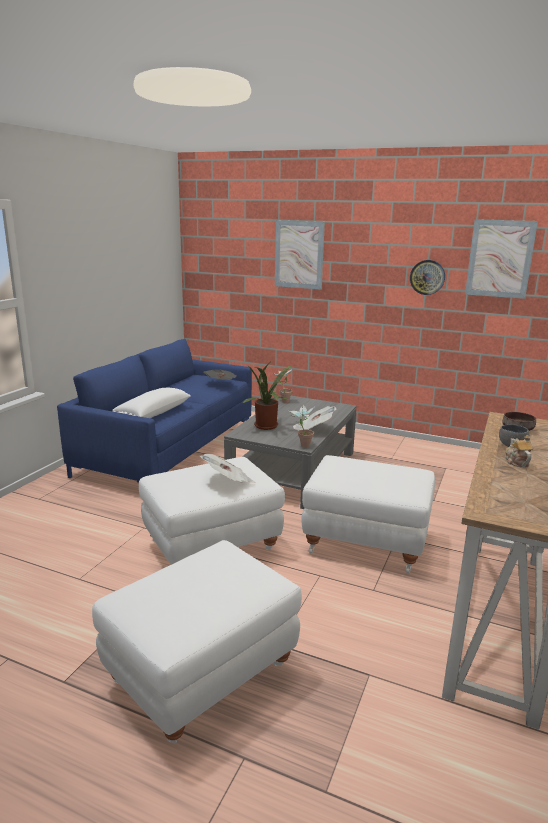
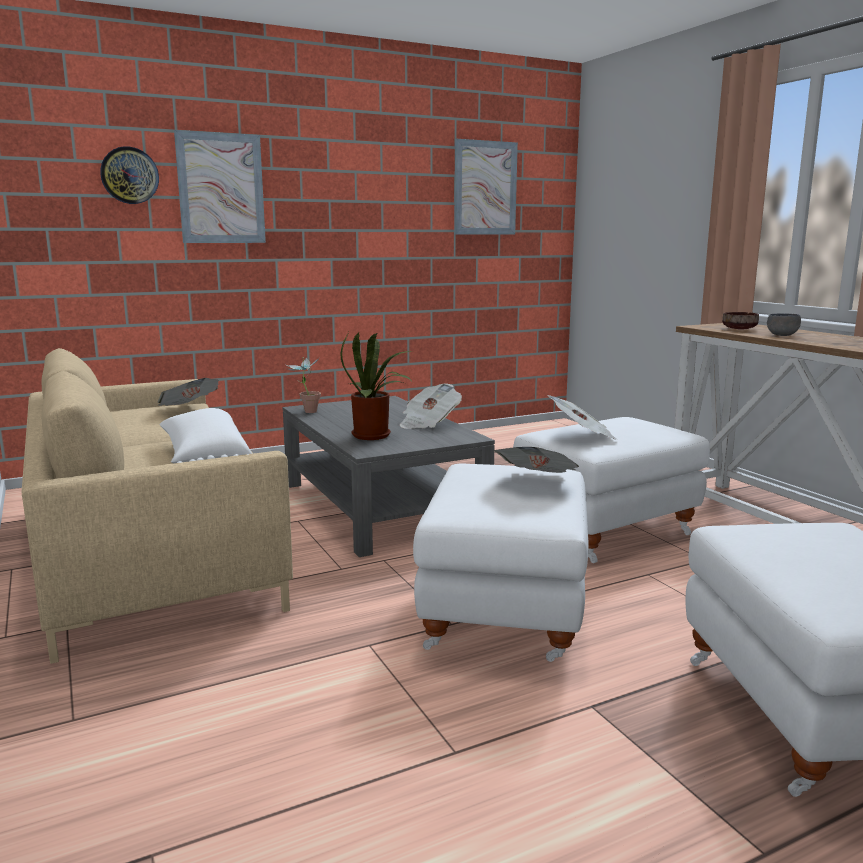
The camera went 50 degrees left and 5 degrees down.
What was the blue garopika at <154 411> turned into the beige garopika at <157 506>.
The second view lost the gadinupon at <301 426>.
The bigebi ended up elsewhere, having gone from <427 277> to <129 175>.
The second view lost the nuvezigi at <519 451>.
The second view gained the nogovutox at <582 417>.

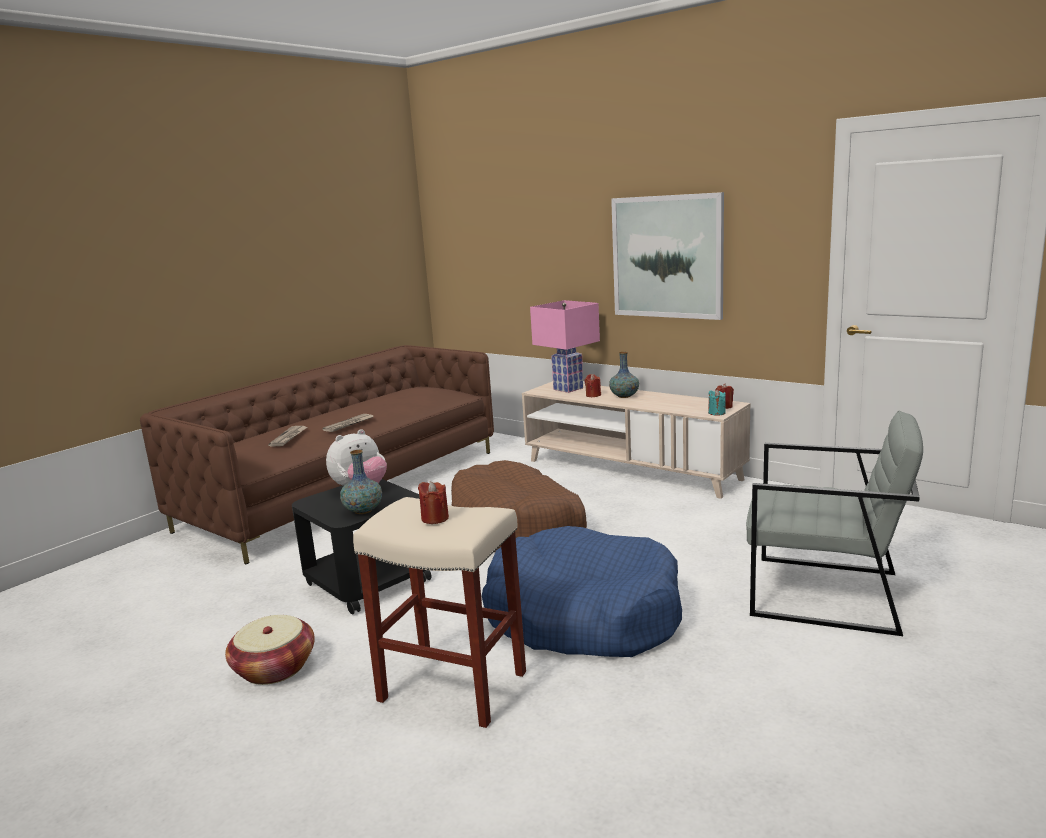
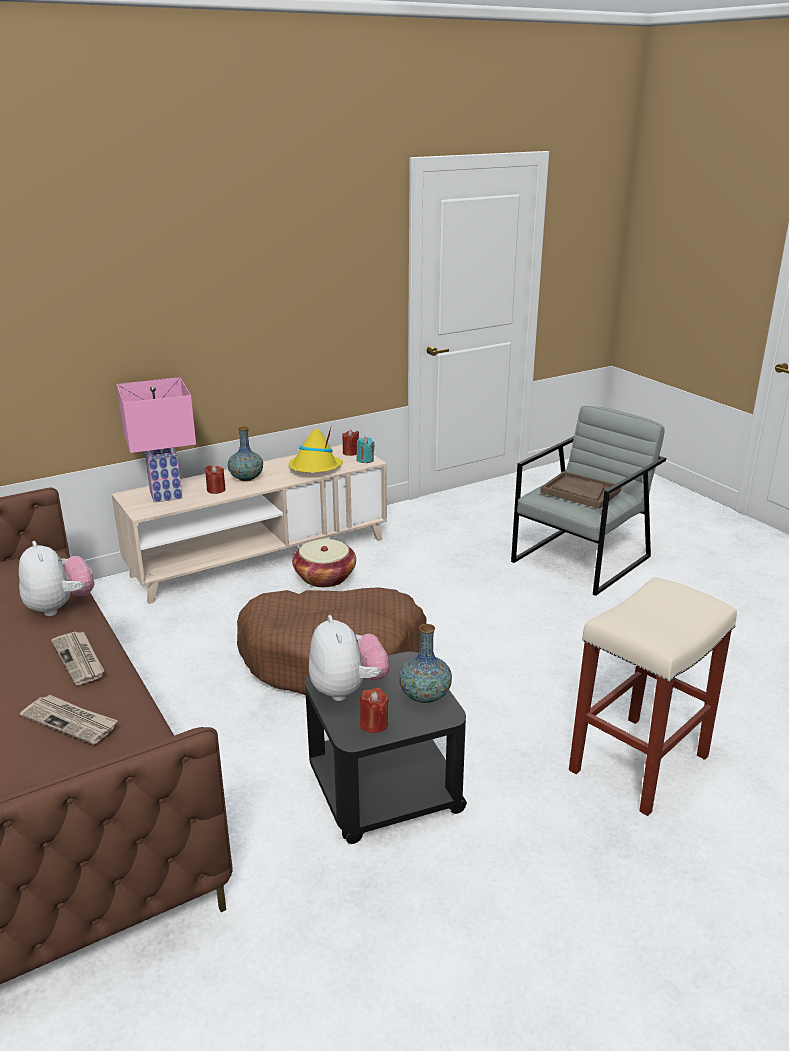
The camera went 70 degrees left and 10 degrees up.
The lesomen ended up elsewhere, having gone from <270 650> to <324 563>.
The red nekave ended up elsewhere, having gone from <433 502> to <374 710>.
The second view lost the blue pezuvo at <582 591>.
The second view lost the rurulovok at <667 256>.
The second view gained the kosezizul at <56 578>.
The second view gained the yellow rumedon at <315 450>.
The second view gained the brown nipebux at <580 490>.

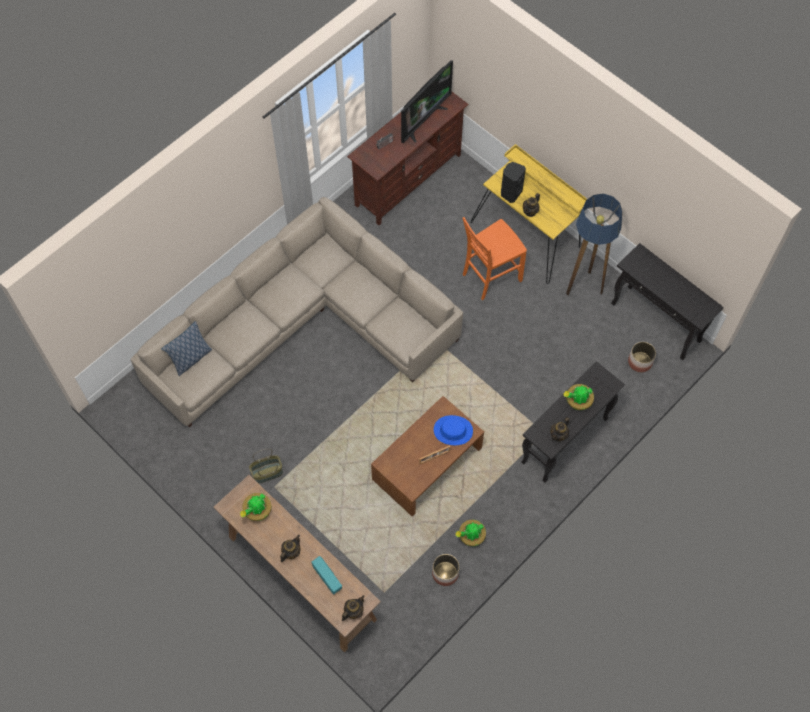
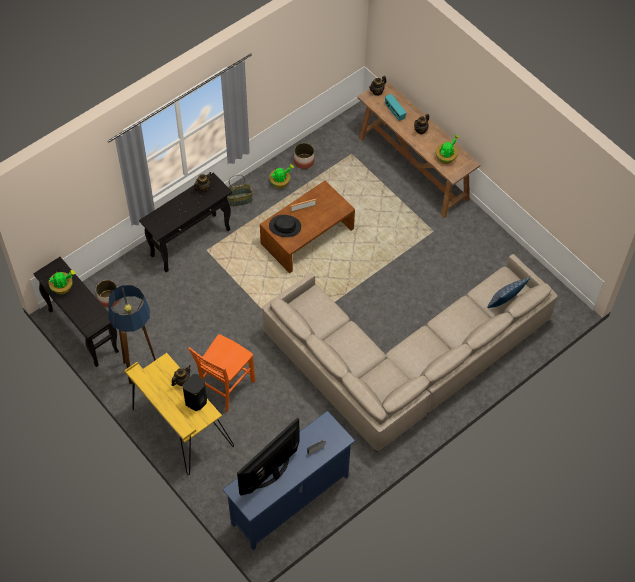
The camera went 175 degrees left and 5 degrees down.
The lesomen ended up elsewhere, having gone from <266 466> to <240 191>.
What was the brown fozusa at <408 158> turned into the blue fozusa at <288 480>.
What was the blue rumedon at <453 430> turned into the black rumedon at <285 226>.
The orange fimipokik at <495 258> ended up facing another way, 150 degrees clockwise from before.
The gadinupon ended up elsewhere, having gone from <578 397> to <62 282>.

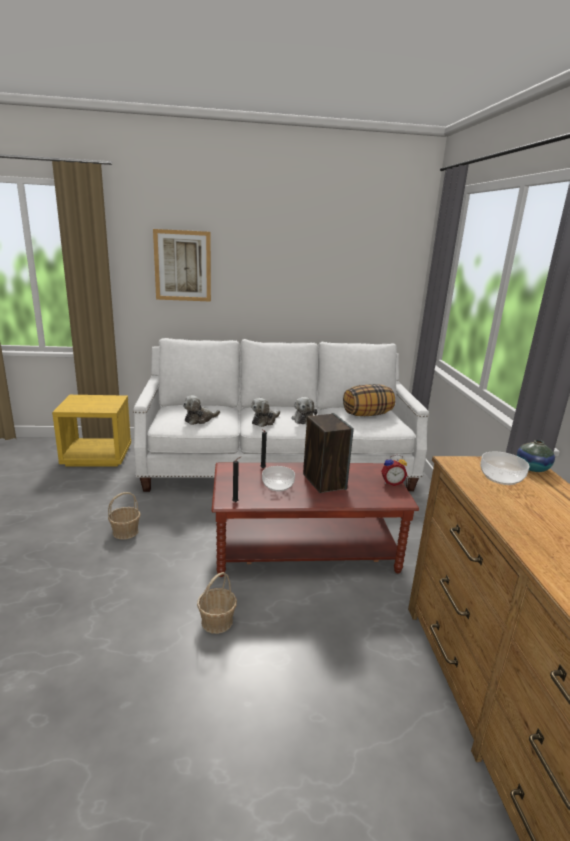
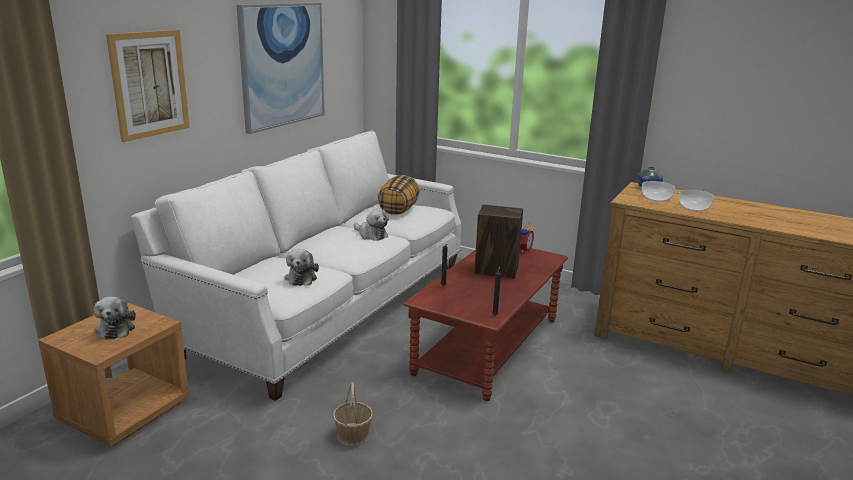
The camera went 55 degrees left and 0 degrees up.
What was the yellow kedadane at <91 431> turned into the brown kedadane at <114 374>.
The second view lost the lesomen at <217 603>.
The kosezizul ended up elsewhere, having gone from <265 412> to <115 318>.
The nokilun ended up elsewhere, having gone from <278 479> to <696 201>.
The second view gained the rurulovok at <280 68>.

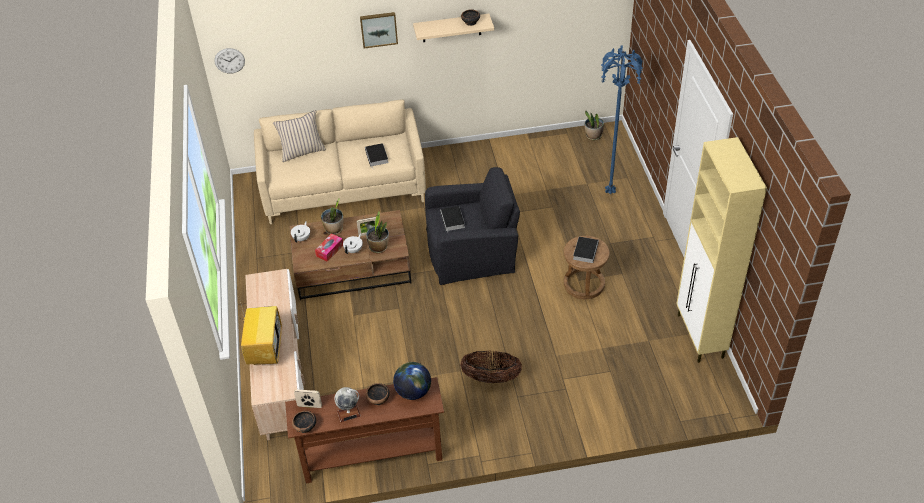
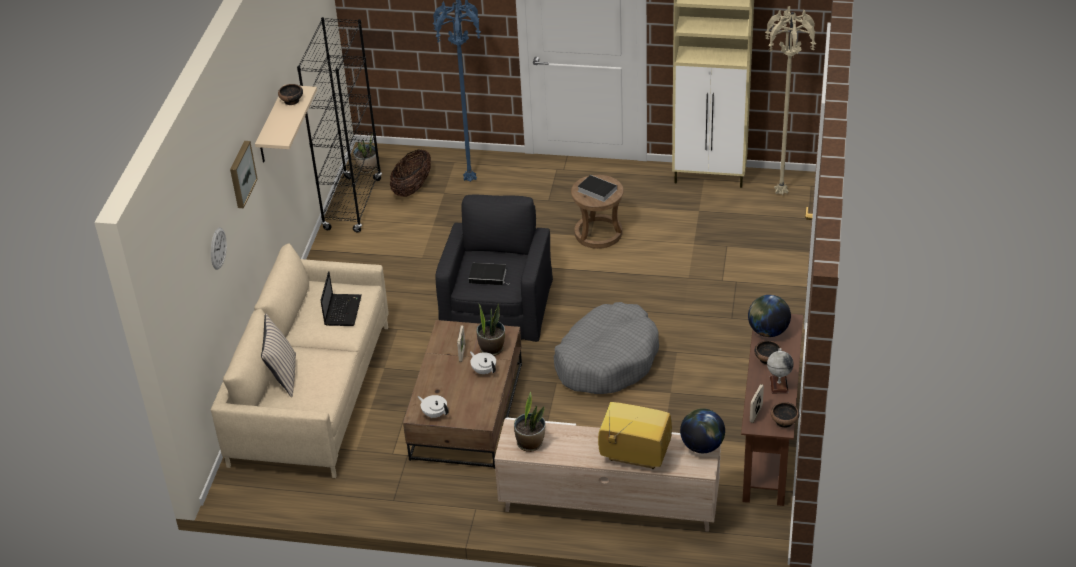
The camera went 70 degrees left and 5 degrees down.
The bigebi ended up elsewhere, having gone from <229 61> to <219 249>.
The second view lost the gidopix at <329 247>.
The gadinupon ended up elsewhere, having gone from <332 216> to <530 422>.
Where the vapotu stood at <376 155>, the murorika came to stand at <341 298>.
The lesomen ended up elsewhere, having gone from <491 366> to <410 173>.
The second view gained the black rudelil at <339 125>.
The second view gained the grey pezuvo at <606 348>.
The second view gained the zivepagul at <702 430>.
The second view gained the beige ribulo at <790 101>.

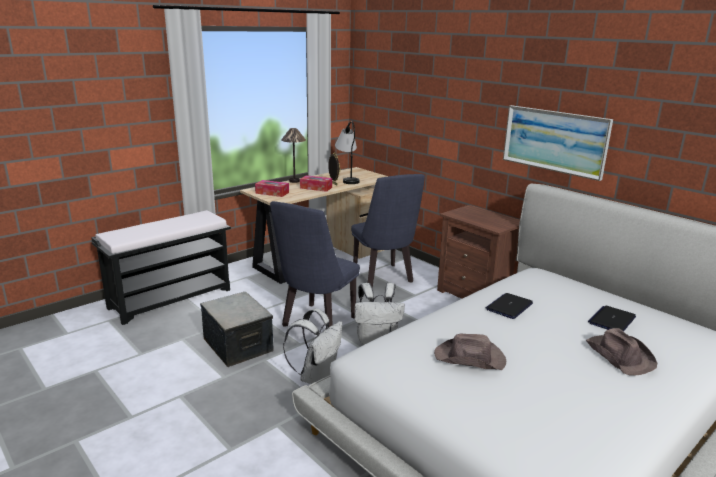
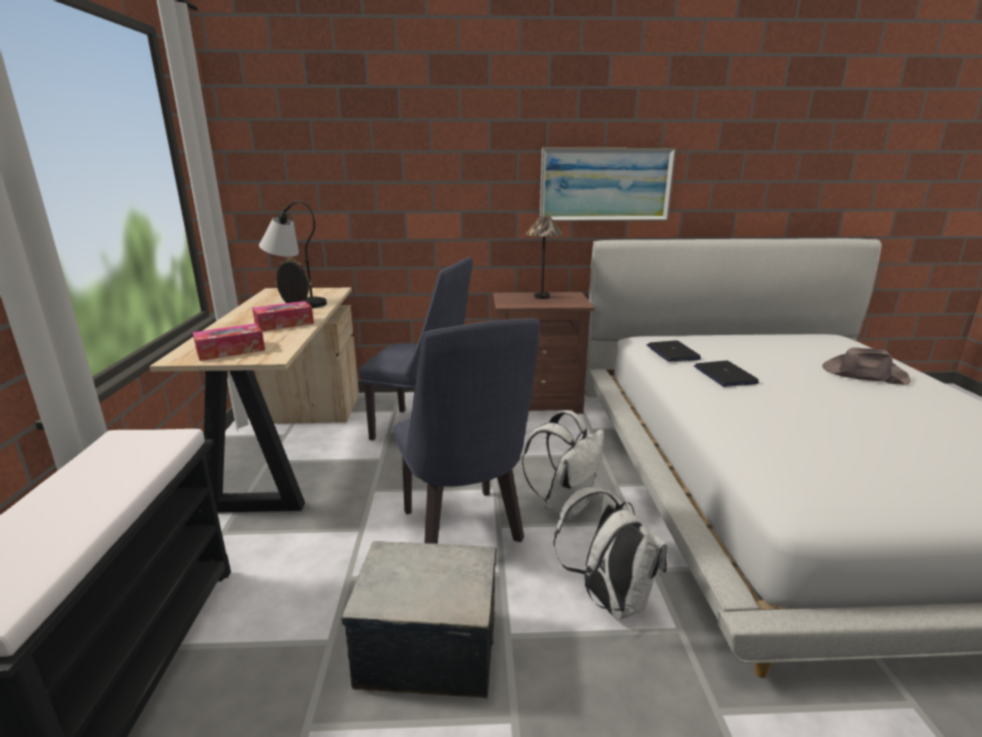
The camera went 50 degrees left and 0 degrees up.
The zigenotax ended up elsewhere, having gone from <293 155> to <544 257>.
The second view lost the brown rumedon at <470 352>.
The murorika ended up elsewhere, having gone from <612 319> to <674 351>.

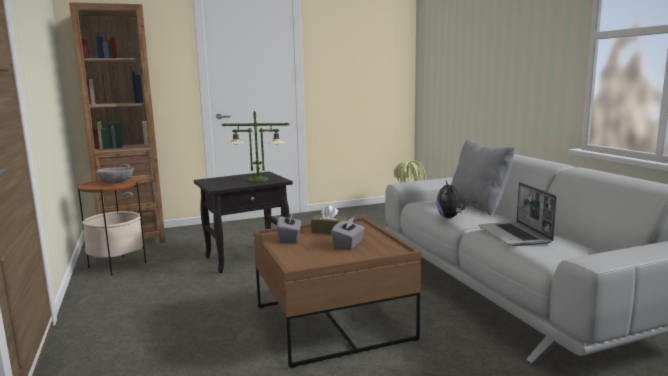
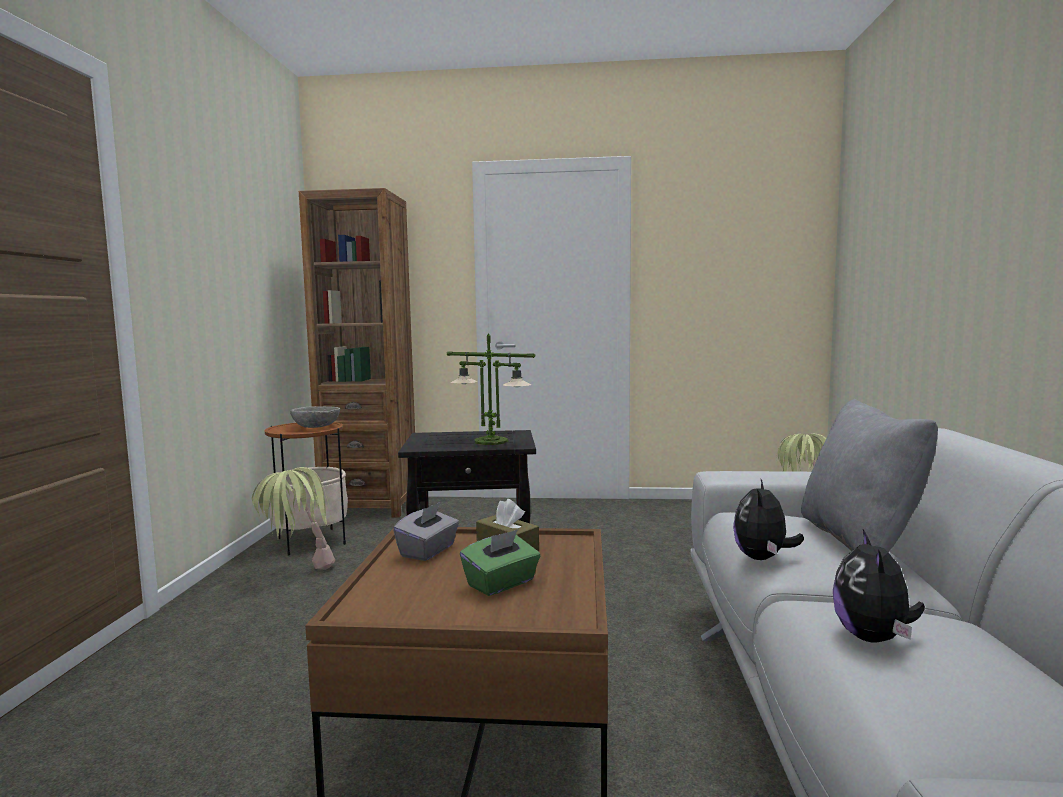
The camera went 25 degrees right and 5 degrees down.
What was the grey gidopix at <348 233> turned into the green gidopix at <500 562>.
Where the murorika stood at <517 214>, the kosezizul came to stand at <879 586>.
The second view gained the gadinupon at <293 518>.

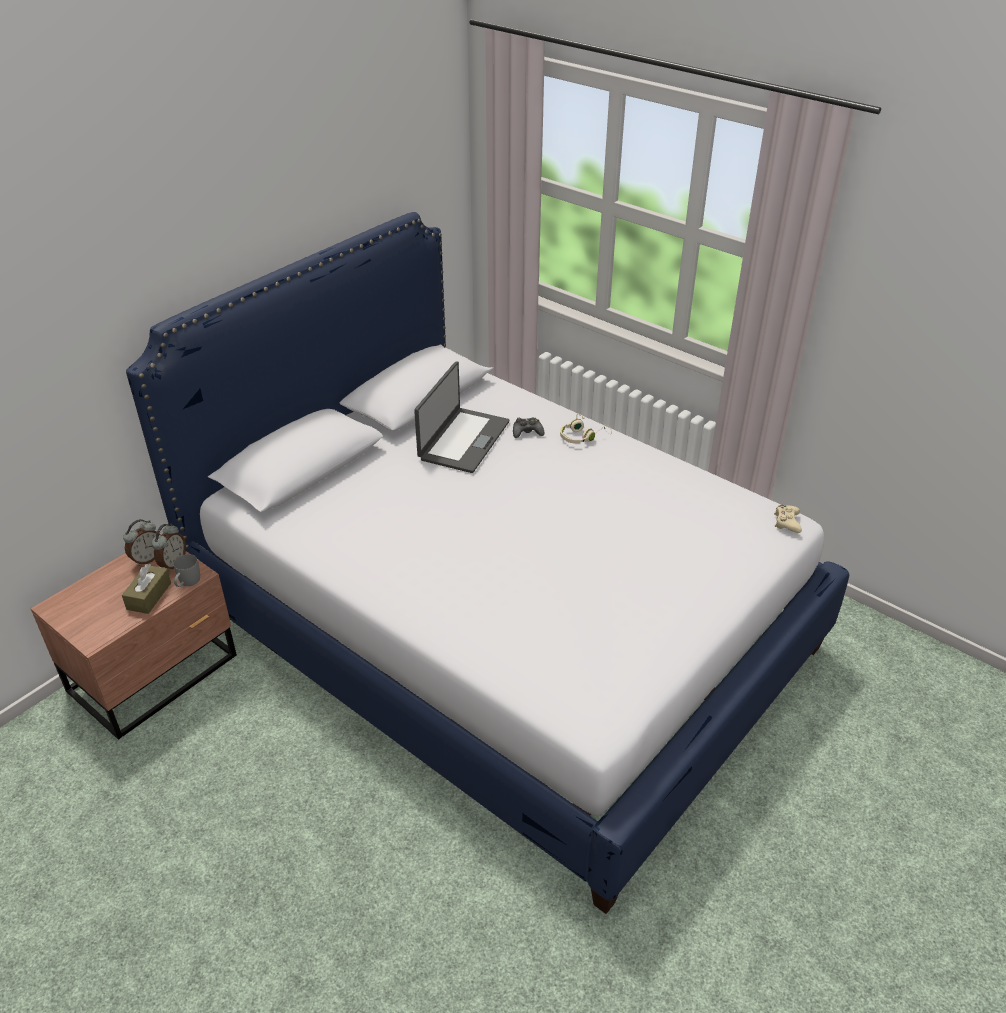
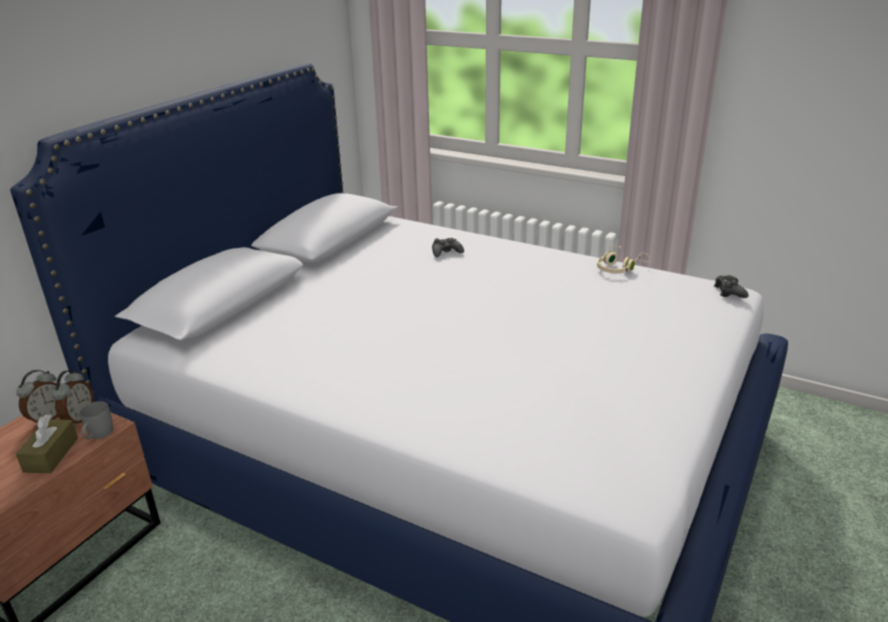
The camera went 10 degrees left and 10 degrees down.
The second view lost the murorika at <461 417>.
The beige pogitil ended up elsewhere, having gone from <586 429> to <623 259>.
What was the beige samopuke at <788 519> turned into the black samopuke at <731 286>.

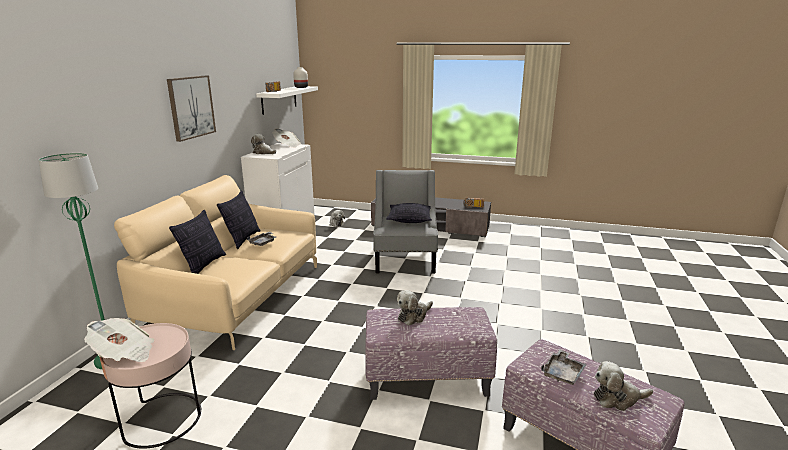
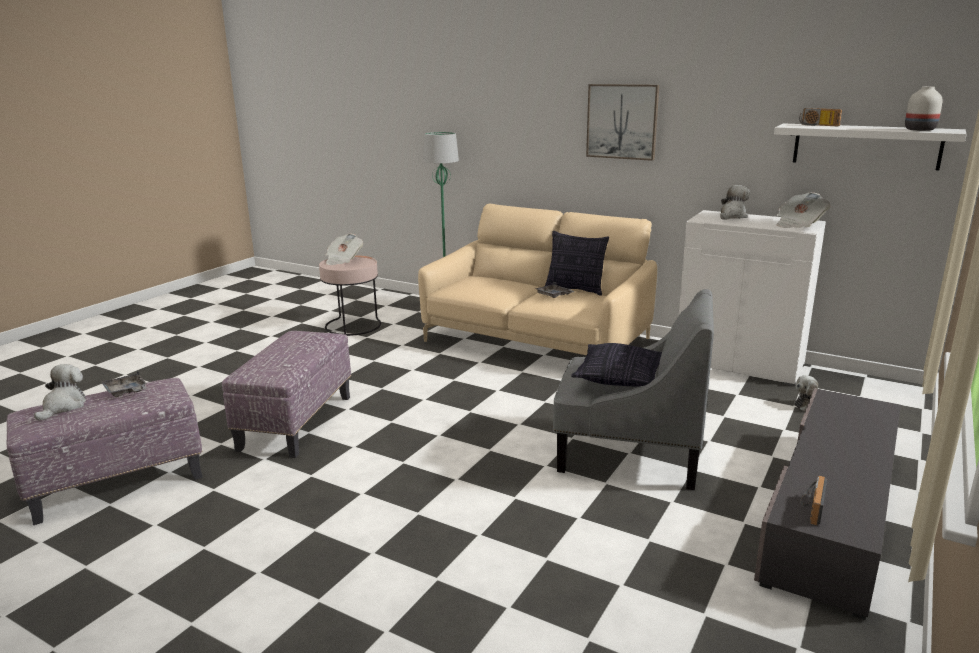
The camera went 105 degrees right and 0 degrees up.
The second view lost the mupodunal at <197 242>.
The second view lost the kosezizul at <415 307>.

